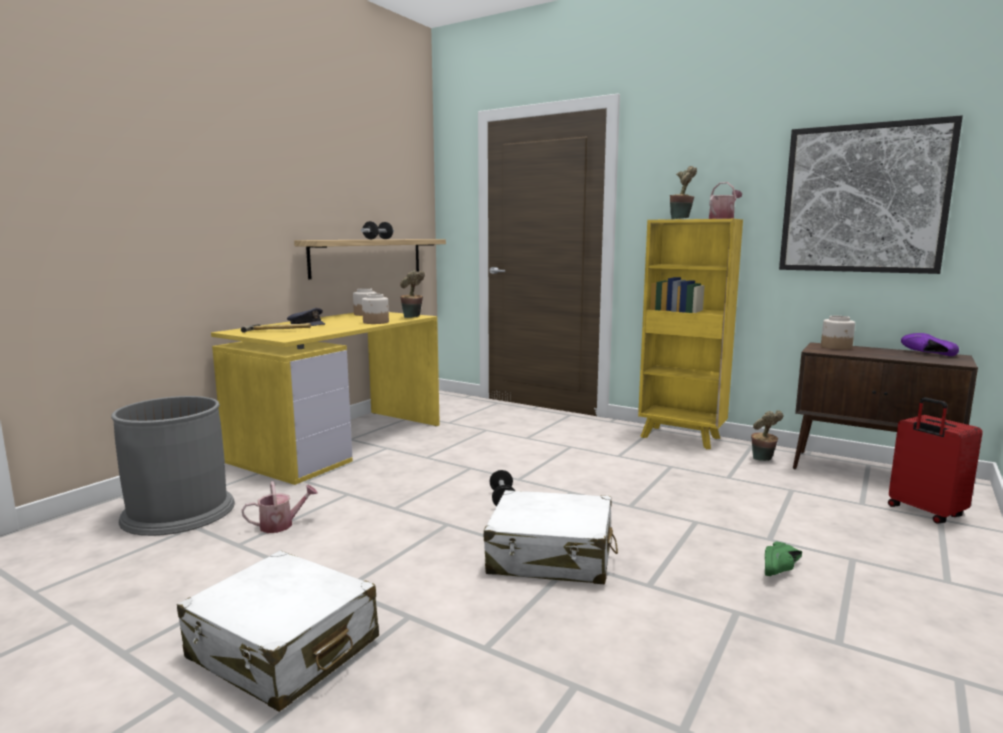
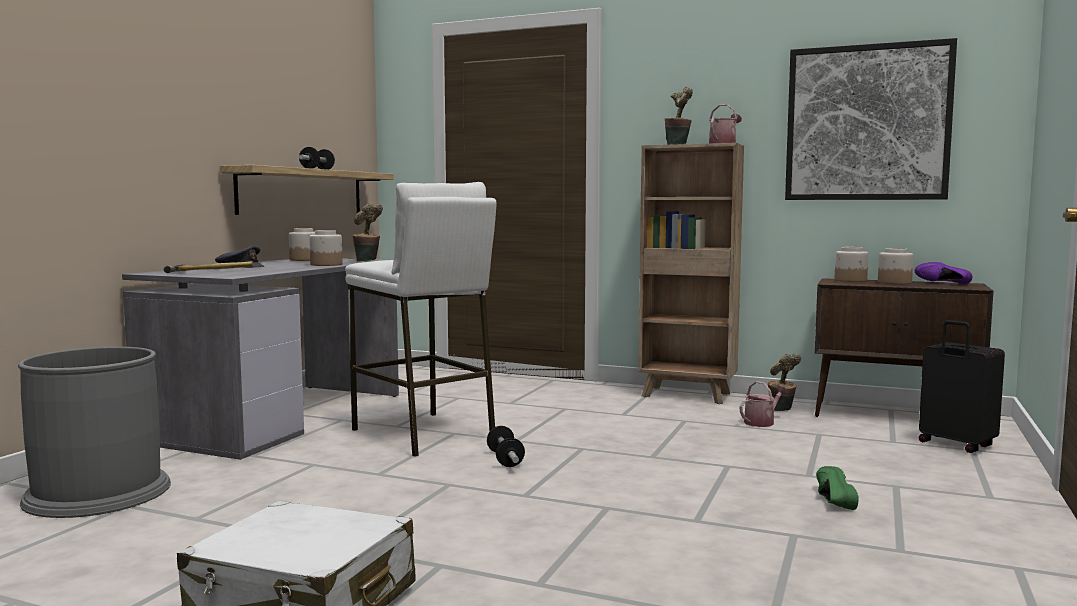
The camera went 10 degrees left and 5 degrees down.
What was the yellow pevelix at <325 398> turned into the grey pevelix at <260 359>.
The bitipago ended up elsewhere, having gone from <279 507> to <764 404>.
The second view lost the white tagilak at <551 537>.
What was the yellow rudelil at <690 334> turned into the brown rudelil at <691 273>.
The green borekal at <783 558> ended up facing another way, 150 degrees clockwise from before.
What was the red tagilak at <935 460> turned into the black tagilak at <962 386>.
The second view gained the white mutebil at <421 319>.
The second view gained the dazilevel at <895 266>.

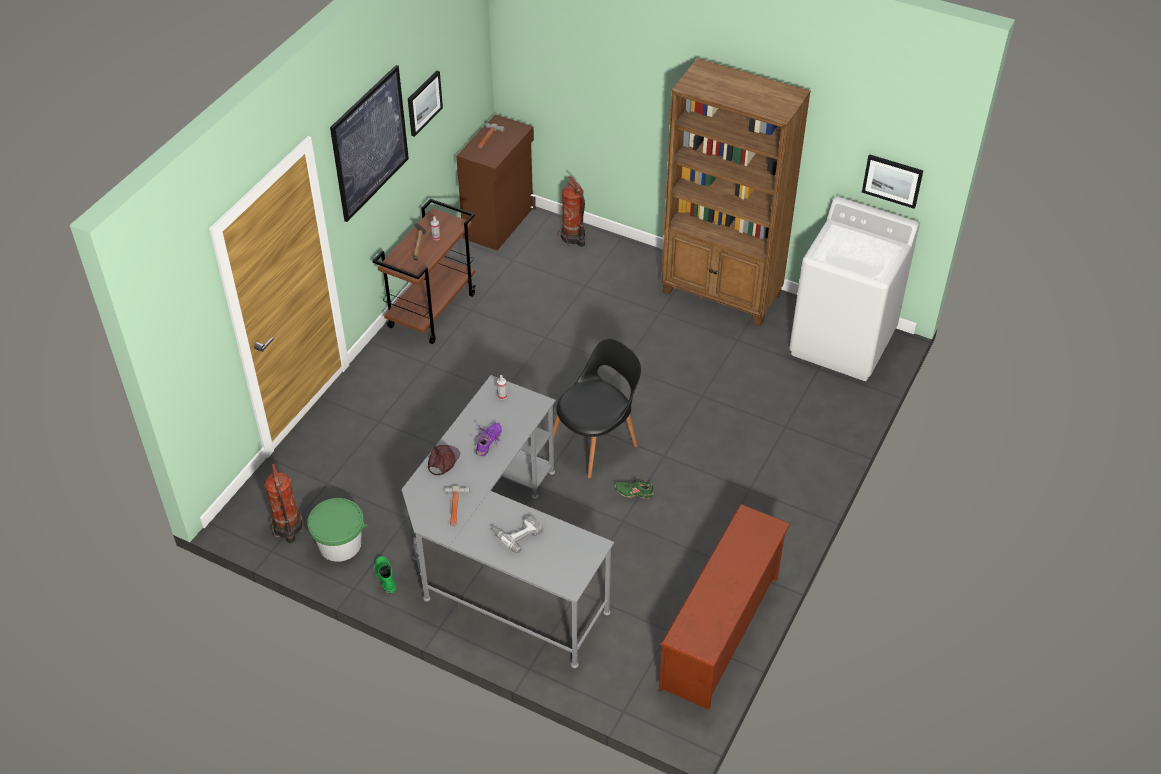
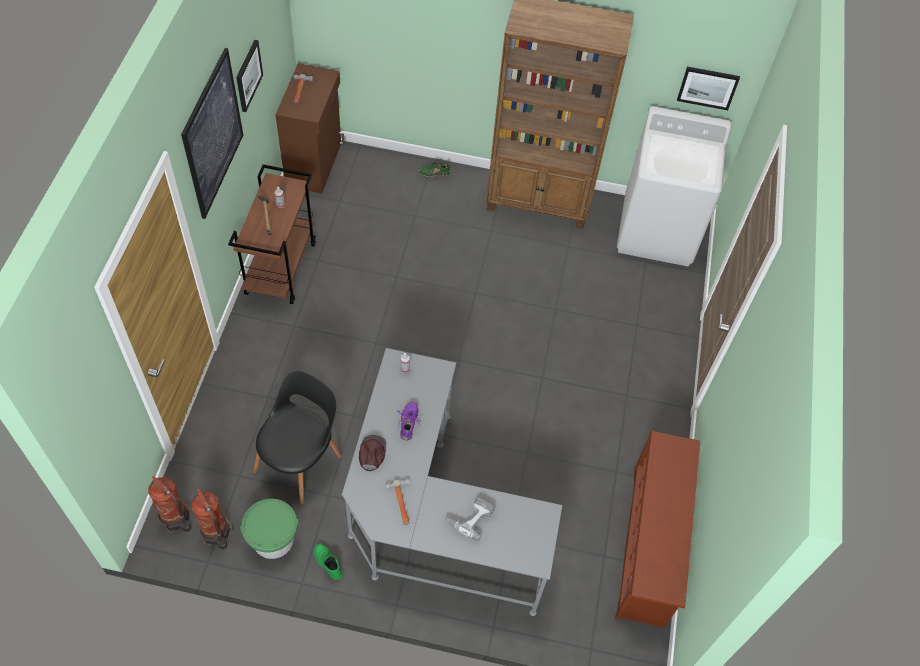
The camera went 20 degrees left and 10 degrees up.
The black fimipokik ended up elsewhere, having gone from <594 409> to <297 438>.
The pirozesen ended up elsewhere, having gone from <572 211> to <170 504>.
The green borekal ended up elsewhere, having gone from <634 488> to <434 168>.

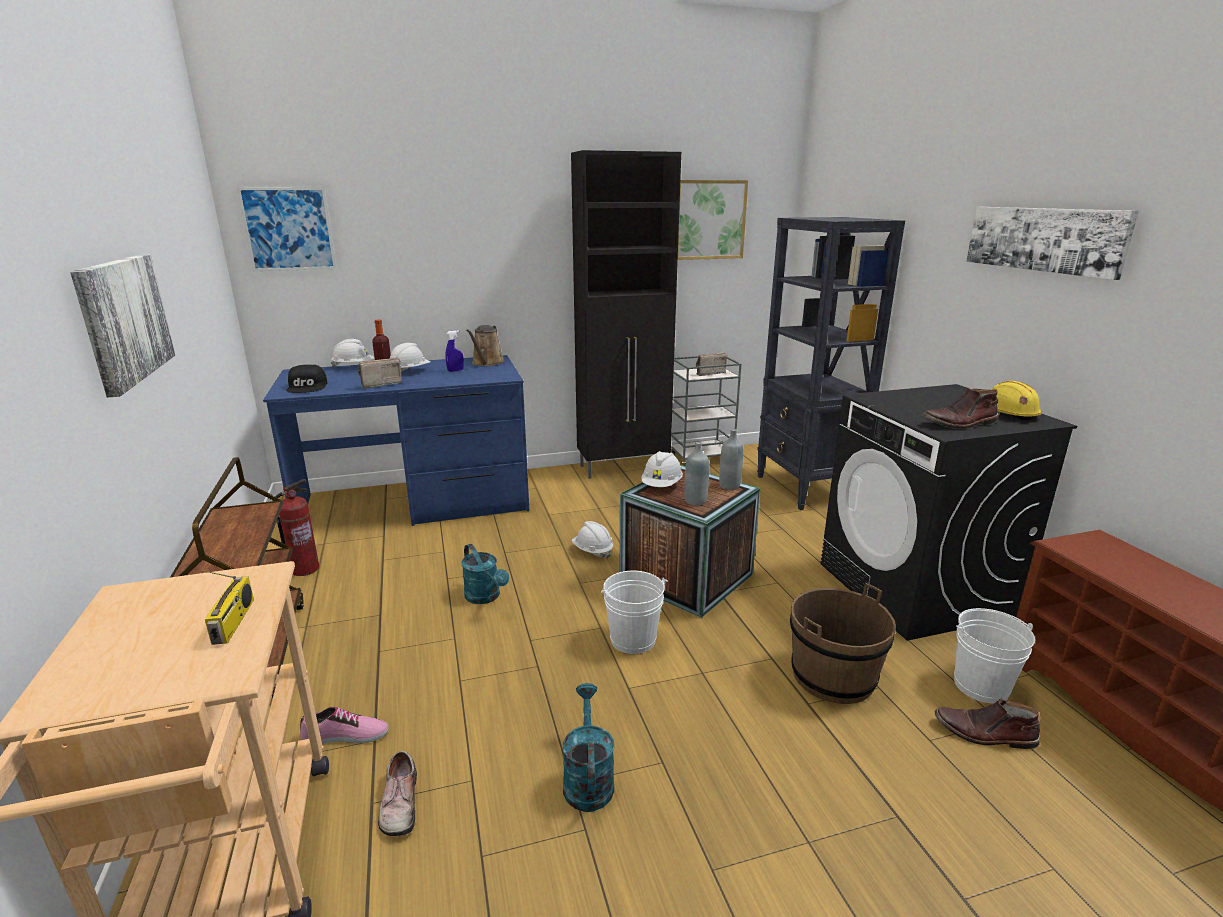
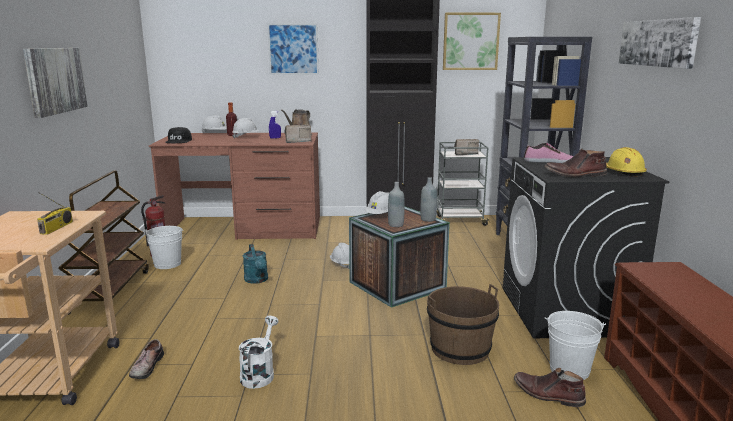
The camera went 15 degrees right and 5 degrees down.
The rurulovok ended up elsewhere, having gone from <287 229> to <293 49>.
What was the blue pevelix at <396 440> turned into the brown pevelix at <234 186>.
The borekal ended up elsewhere, having gone from <344 725> to <548 153>.
The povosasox ended up elsewhere, having gone from <380 373> to <297 134>.
What was the turquoise bitipago at <588 747> turned into the white bitipago at <259 352>.
The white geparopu ended up elsewhere, having gone from <634 612> to <163 247>.

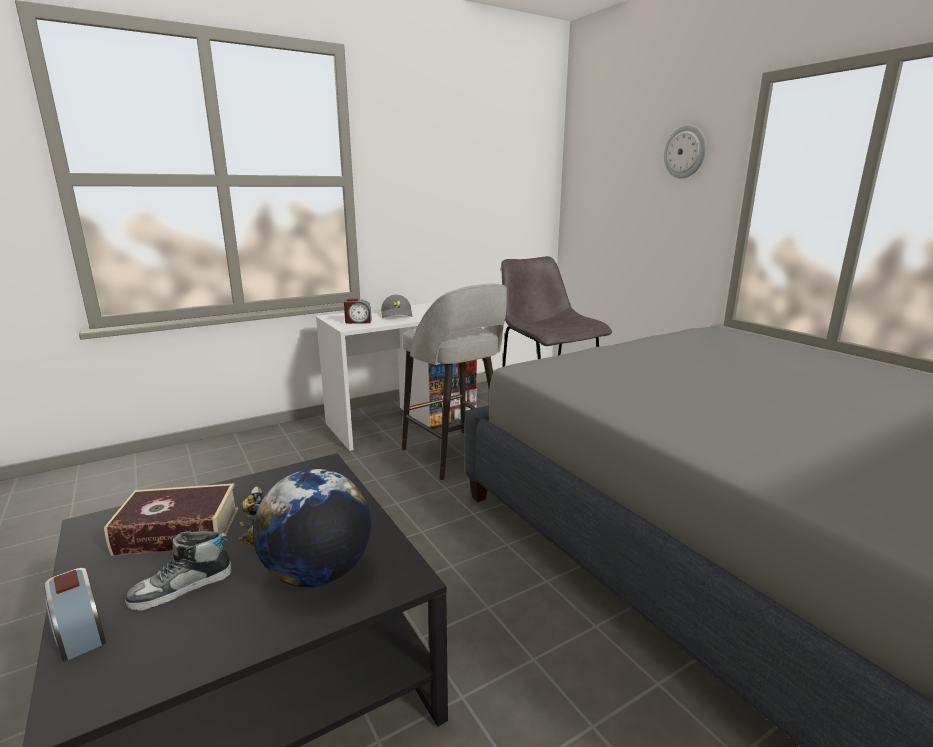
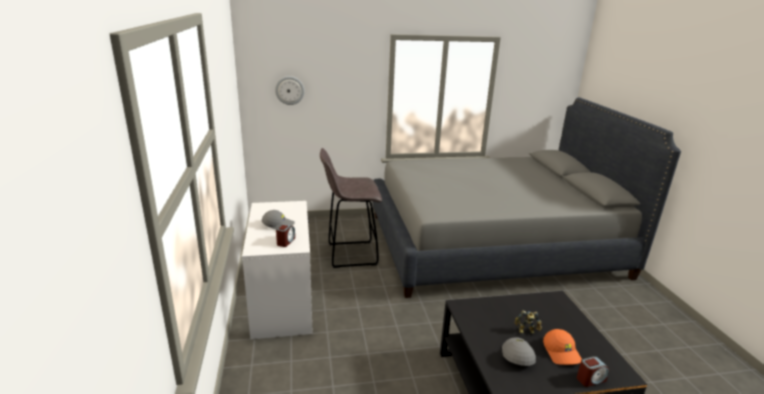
The camera went 70 degrees left and 5 degrees up.
Where the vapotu stood at <171 519>, the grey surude came to stand at <519 351>.
Where the borekal stood at <178 571>, the orange surude came to stand at <562 347>.
The second view lost the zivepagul at <312 528>.
The second view lost the grey mutebil at <454 382>.
The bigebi ended up elsewhere, having gone from <685 151> to <290 90>.

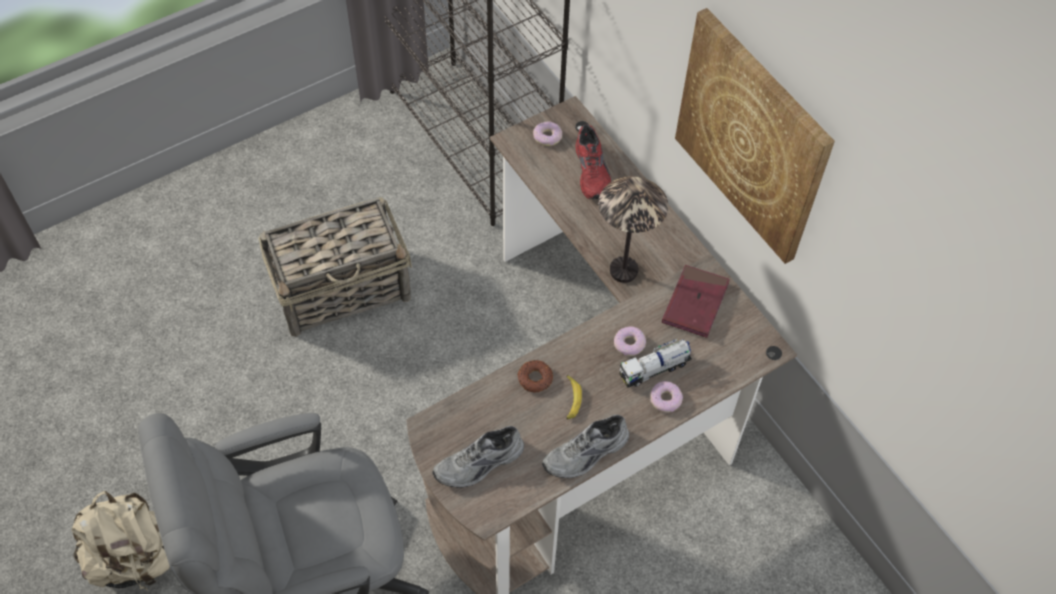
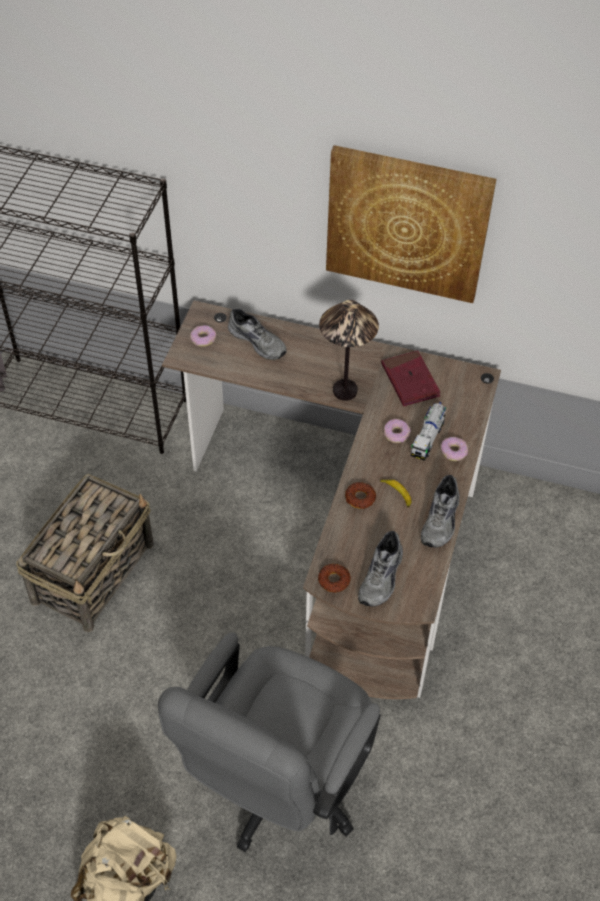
The camera went 40 degrees left and 5 degrees down.
What was the red borekal at <593 161> turned into the grey borekal at <257 334>.
The second view gained the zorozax at <334 578>.

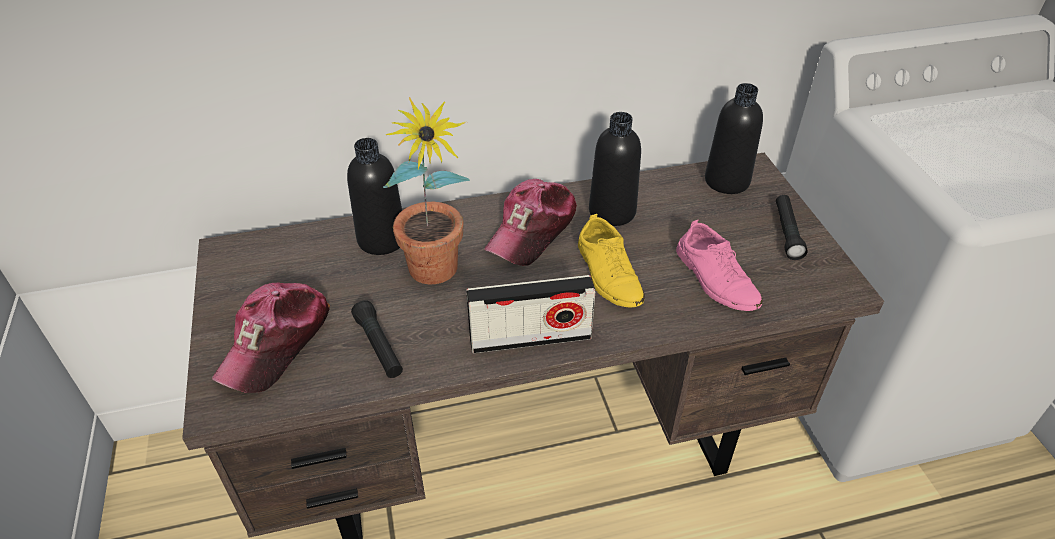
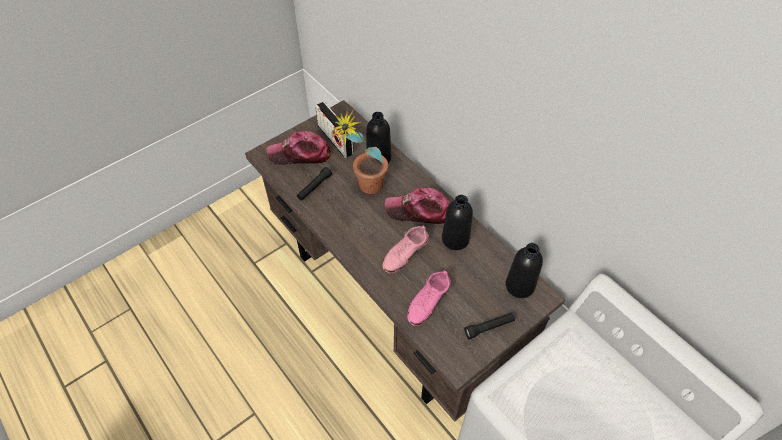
The camera went 65 degrees right and 10 degrees up.
The povosasox ended up elsewhere, having gone from <530 314> to <334 130>.
What was the yellow borekal at <611 260> turned into the pink borekal at <405 249>.

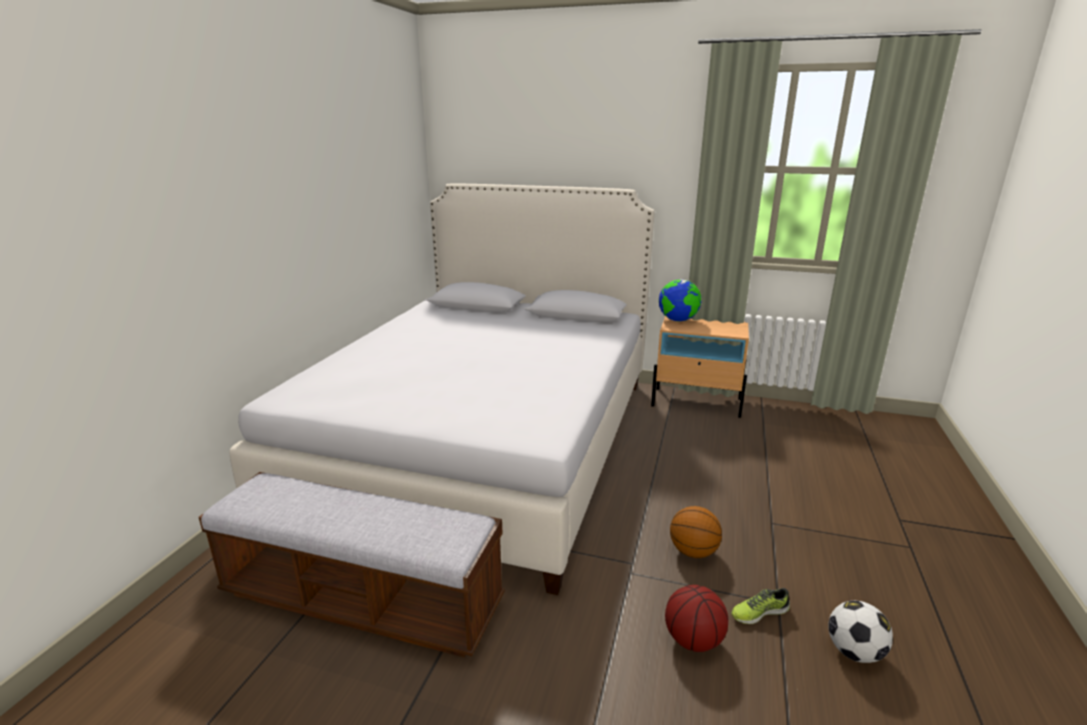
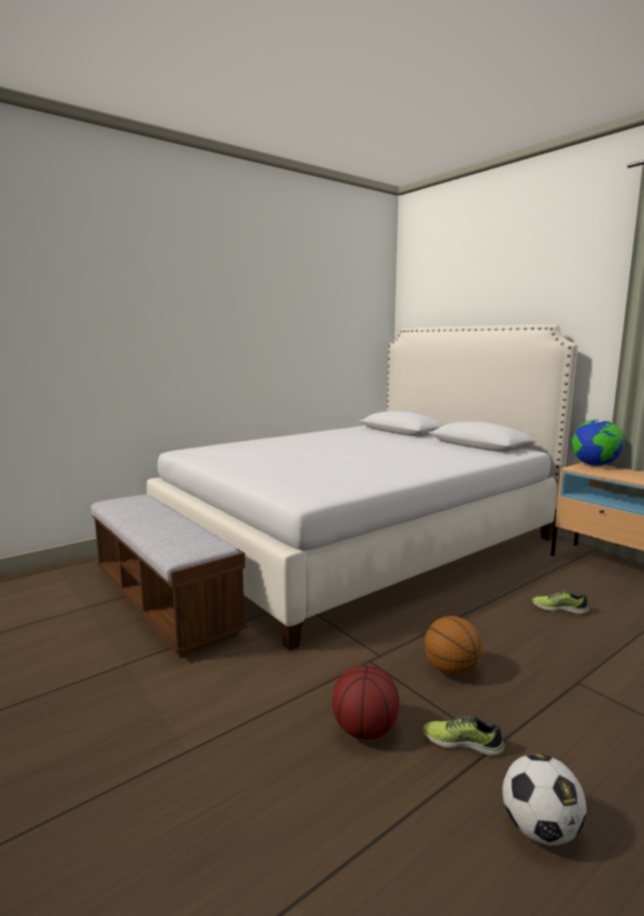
The camera went 35 degrees right and 10 degrees down.
The second view gained the borekal at <560 601>.

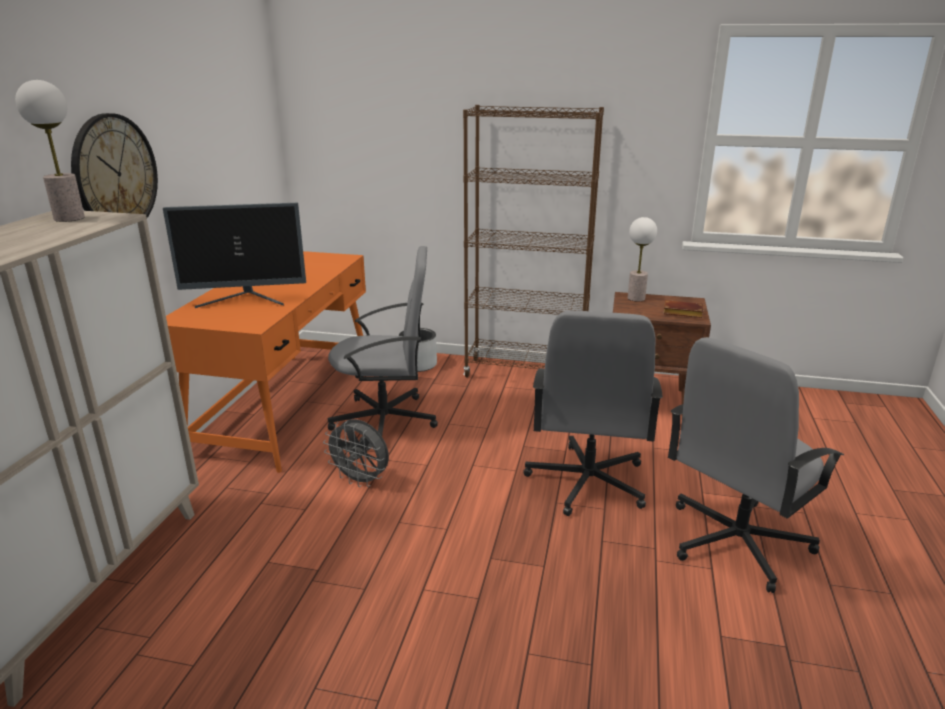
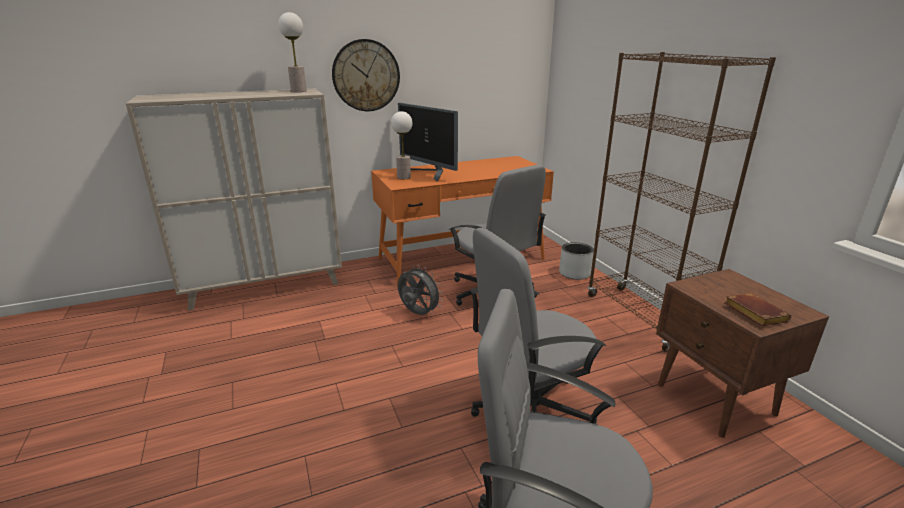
The camera went 55 degrees right and 0 degrees up.
The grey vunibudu at <356 453> ended up facing another way, 135 degrees clockwise from before.
The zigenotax ended up elsewhere, having gone from <642 259> to <402 145>.

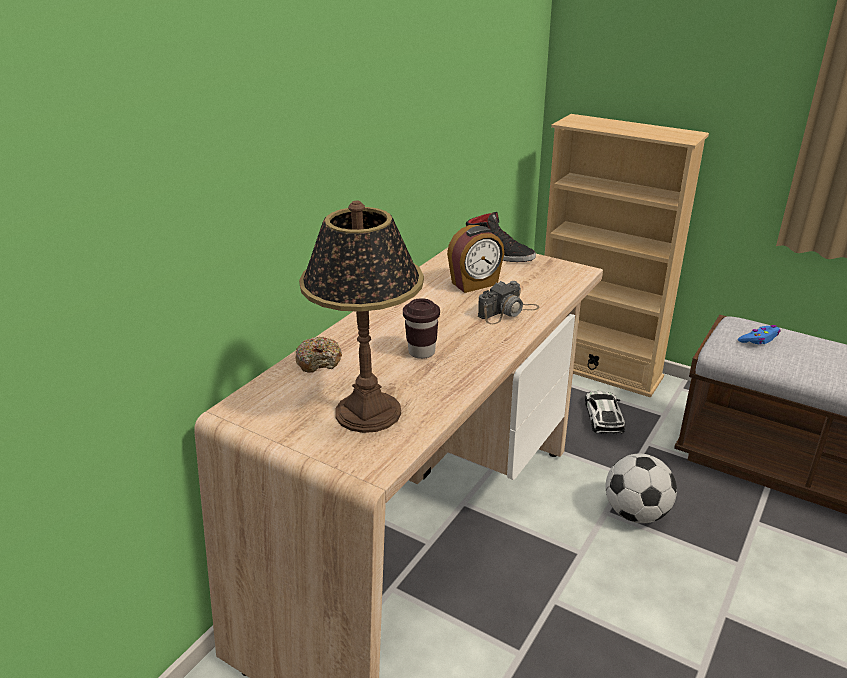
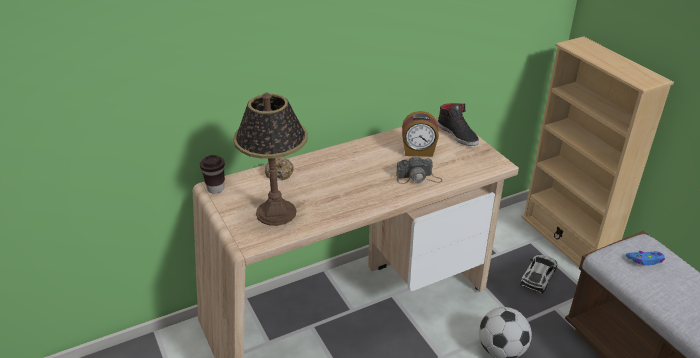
The camera went 30 degrees right and 5 degrees up.
The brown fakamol ended up elsewhere, having gone from <421 328> to <212 174>.

